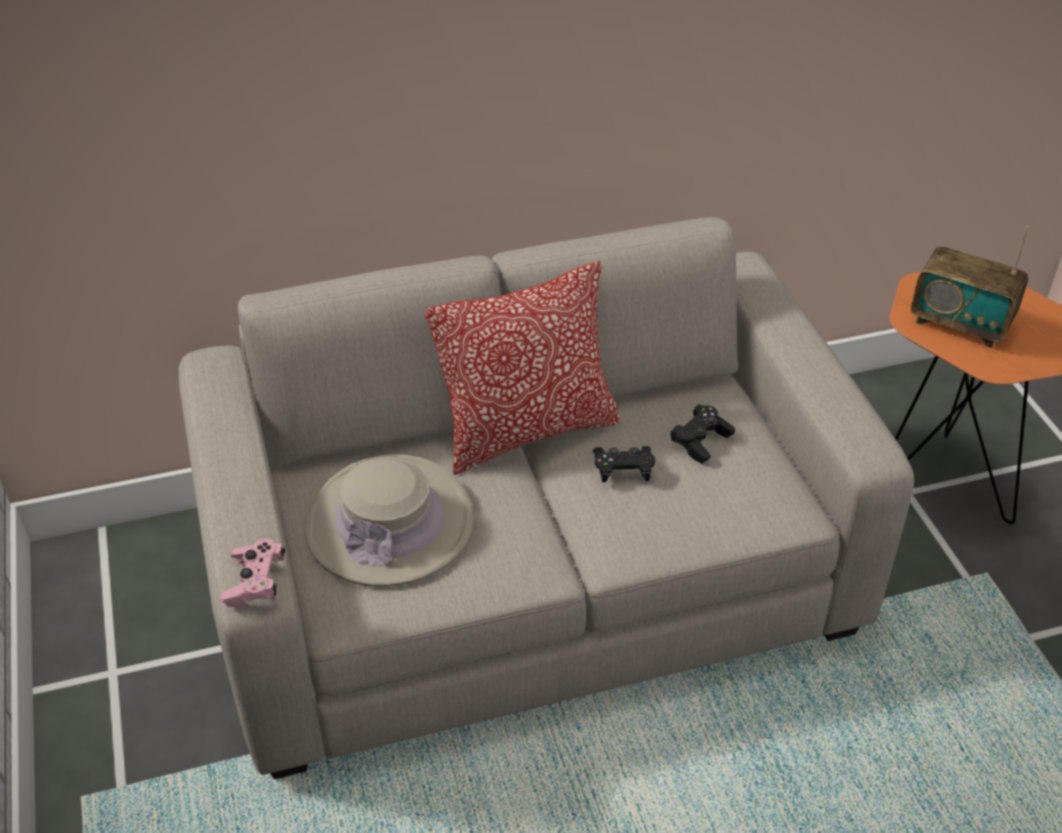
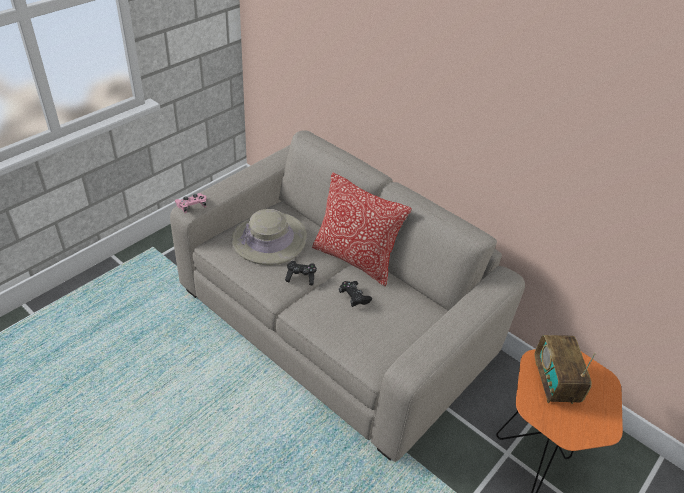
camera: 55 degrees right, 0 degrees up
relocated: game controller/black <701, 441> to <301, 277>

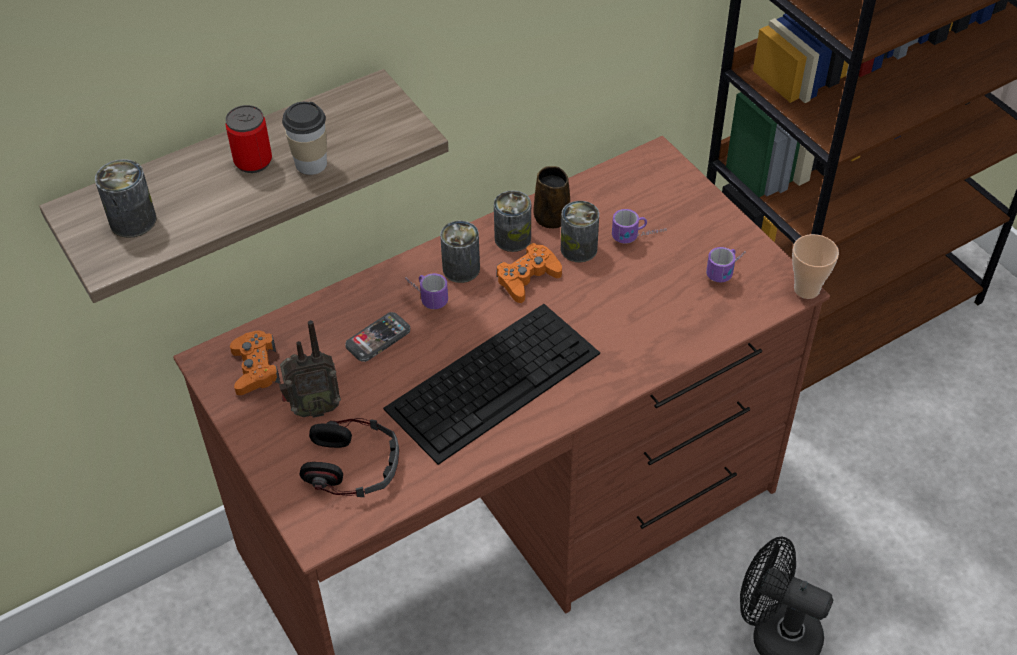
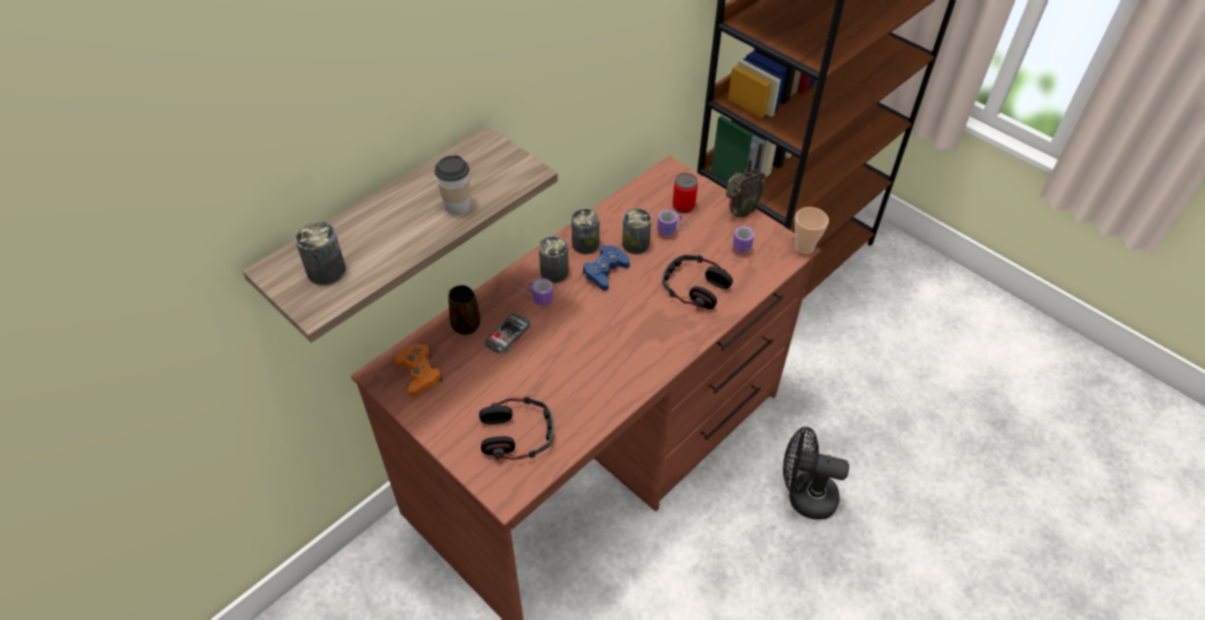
camera: 15 degrees left, 0 degrees up
missing: PC keyboard <494, 379>
appeared: headset <694, 287>
relocated: can <253, 161> to <683, 206>; coffee mug/brown-coloured <550, 216> to <465, 323>; radio receiver <313, 408> to <739, 212>
colour: game controller/orange-coloured <527, 278> to game controller/blue-coloured <605, 271>

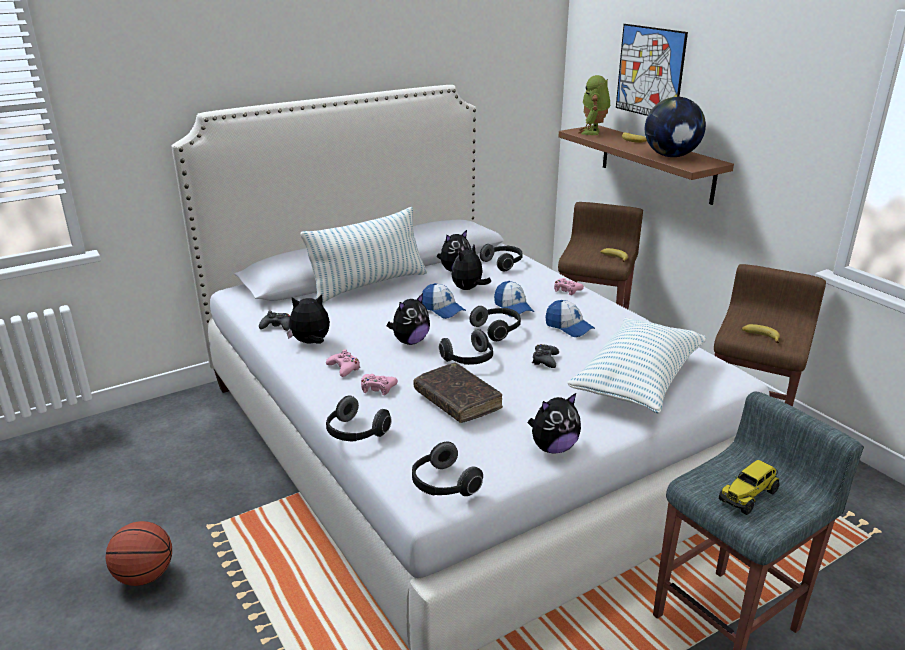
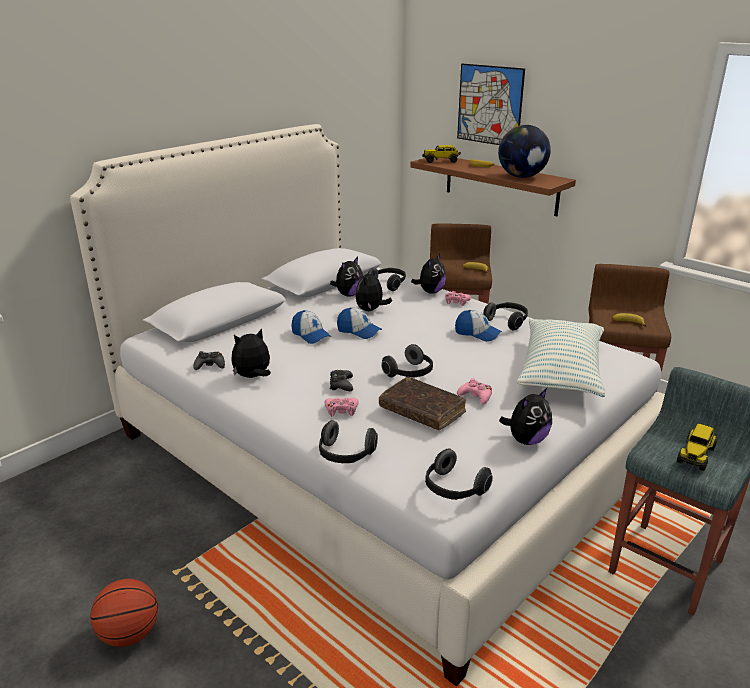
camera: 15 degrees left, 0 degrees up
missing: throw pillow <369, 285>
relocated: cap <513, 308> to <311, 335>; soft toy <410, 341> to <430, 292>; headset <497, 330> to <507, 321>; game controller/black <545, 360> to <341, 385>; game controller/pink <344, 368> to <476, 396>
exchanged: toy robot <593, 132> to model truck <441, 161>

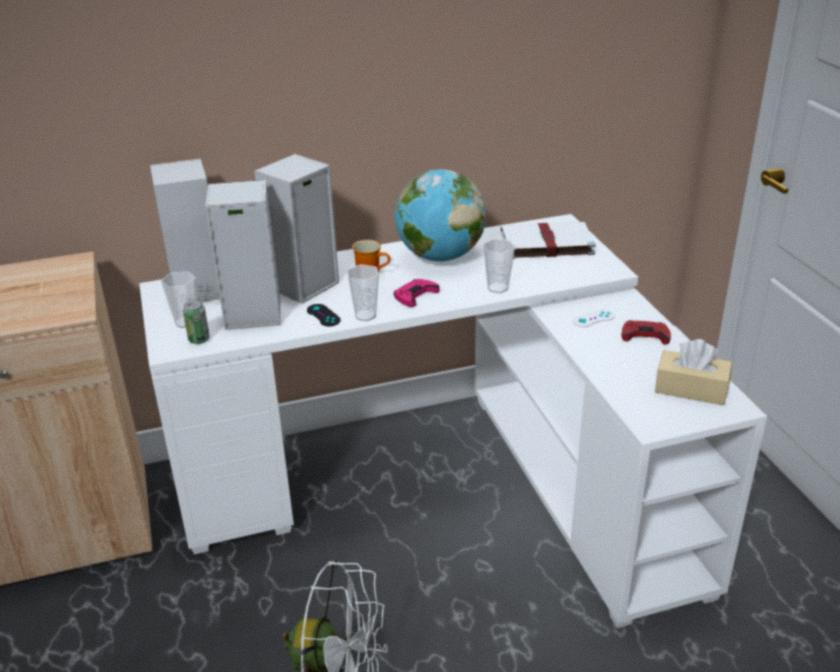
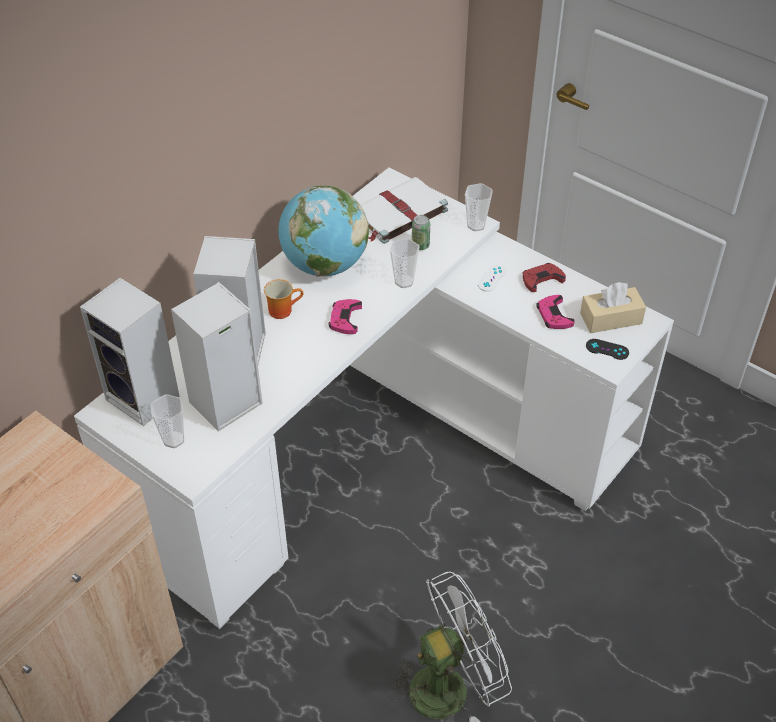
camera: 35 degrees left, 15 degrees up
appeared: game controller/pink <554, 315>
relocated: cup <365, 315> to <476, 225>; can <199, 339> to <420, 245>; game controller/black <323, 315> to <607, 349>

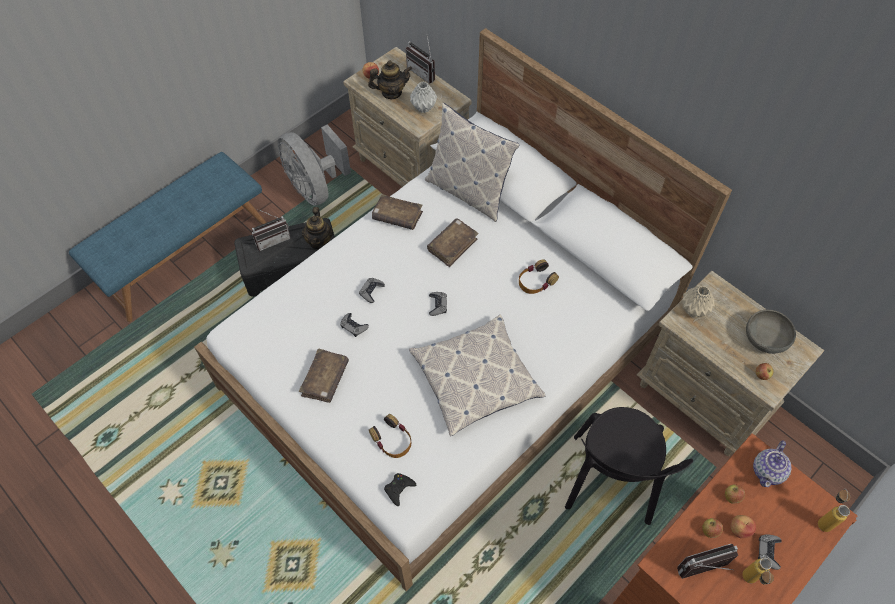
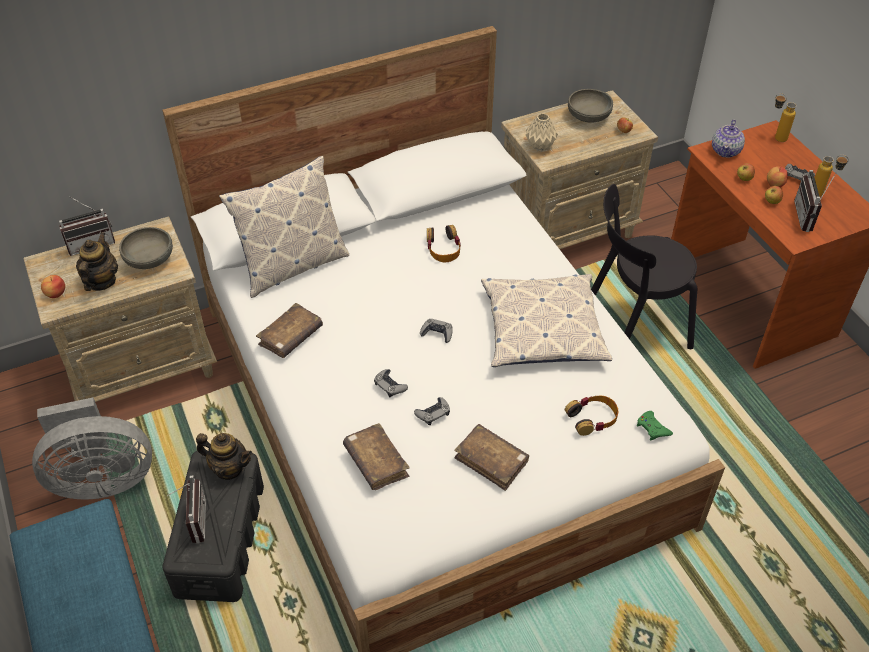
camera: 70 degrees left, 10 degrees down
relocated: volume/brown-coloured <452, 245> to <376, 462>
exchanged: decorative vase/grey <423, 107> to bowl/grey <149, 259>
colour: game controller/black <399, 489> to game controller/green <652, 428>
spun: plain chair/black <610, 484> = <632, 326> 135 degrees clockwise; teapot <768, 471> = <726, 150> 60 degrees clockwise

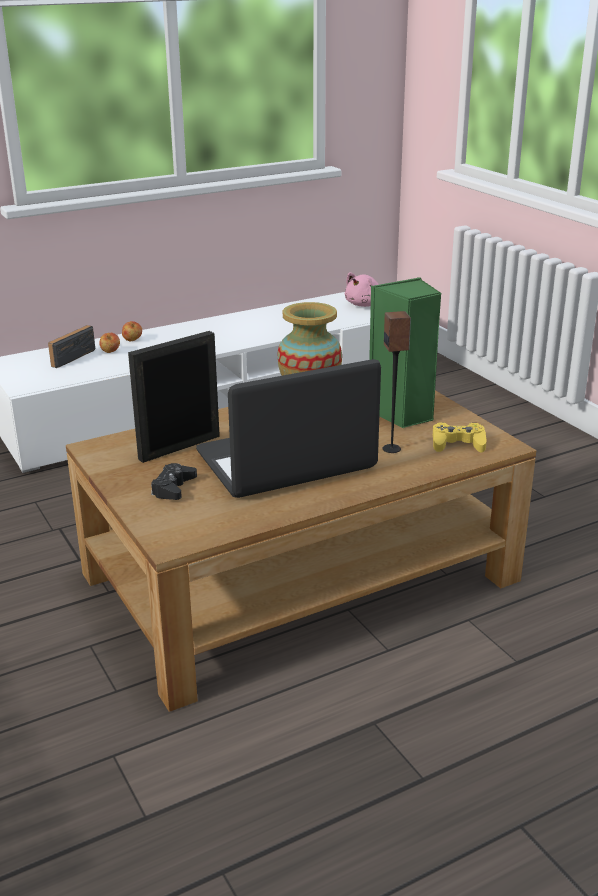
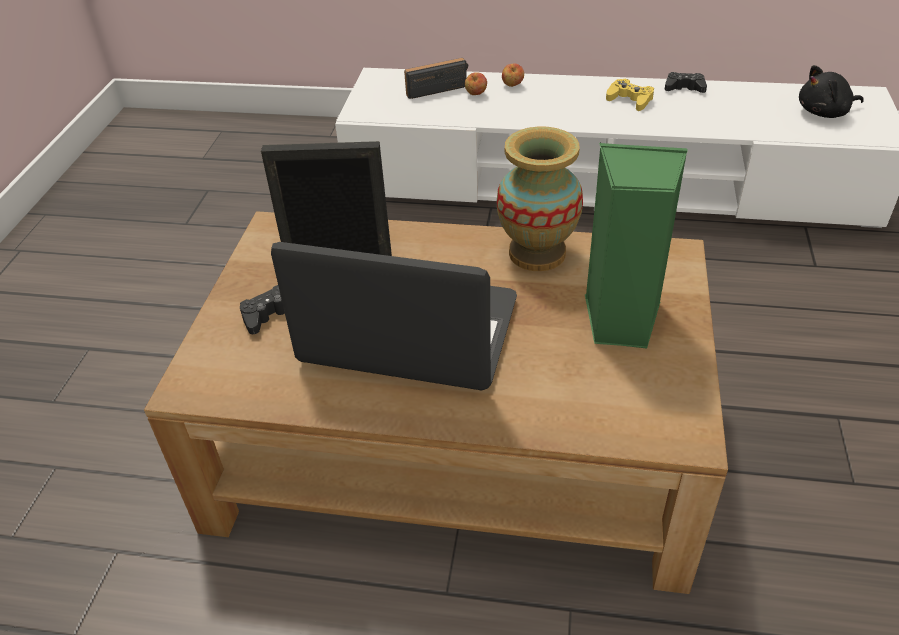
camera: 40 degrees right, 15 degrees up
missing: speaker <392, 449>
appeared: game controller/black <684, 88>
relocated: game controller/yellowish <458, 444> to <630, 100>
colour: soft toy/pink <365, 305> to soft toy/black <825, 113>

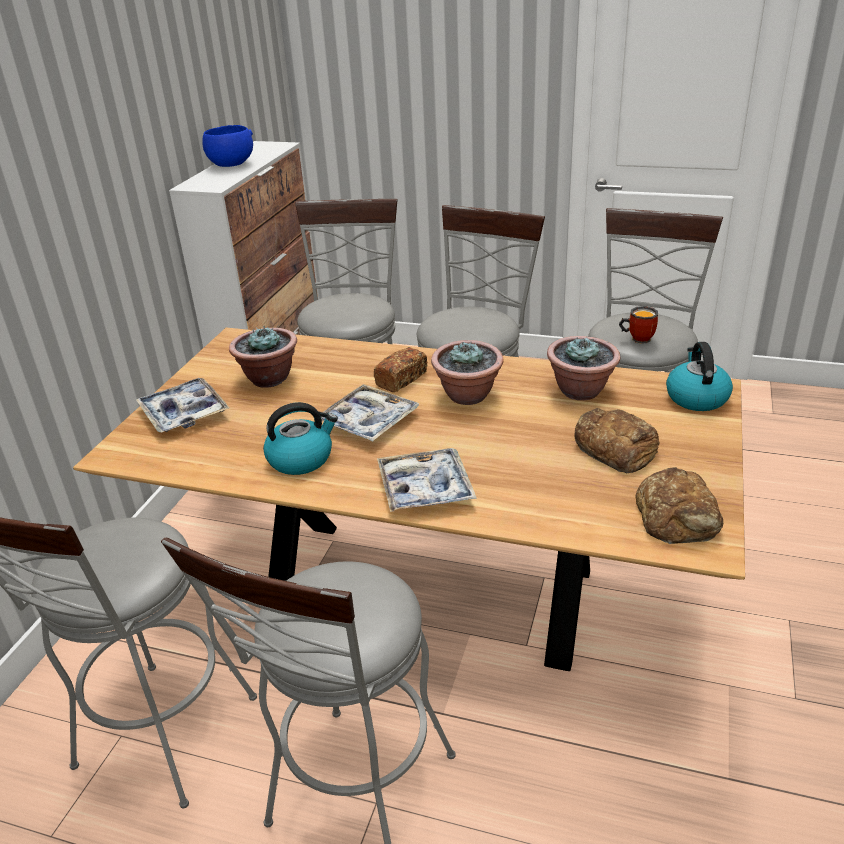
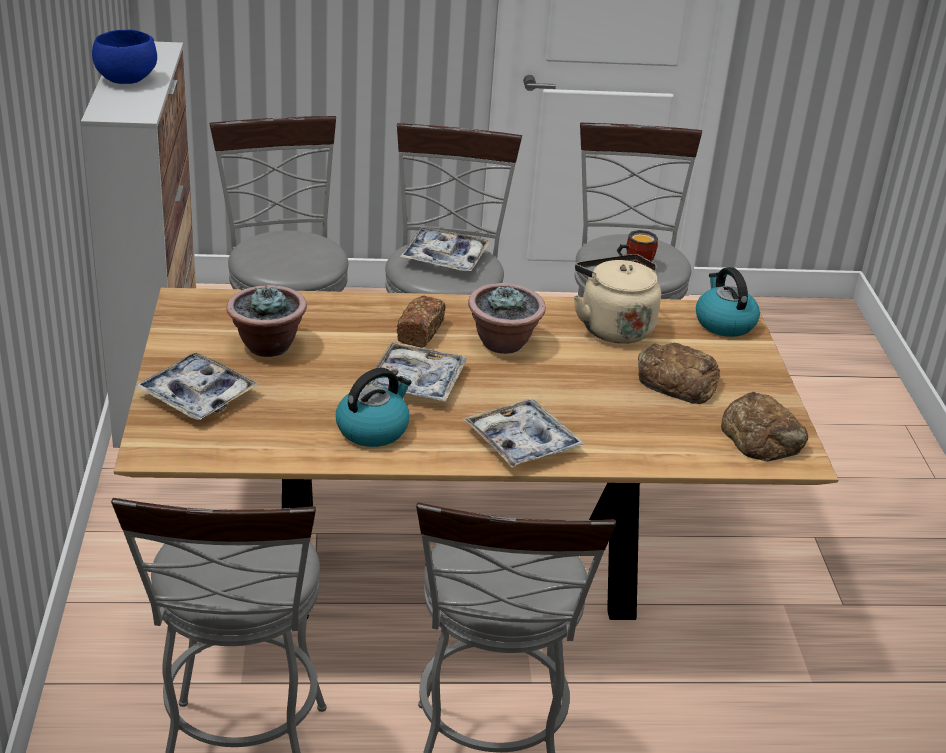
camera: 25 degrees left, 0 degrees up
appeared: tray <444, 258>
exchanged: potted plant <581, 391> to kettle/sand-coloured <613, 327>

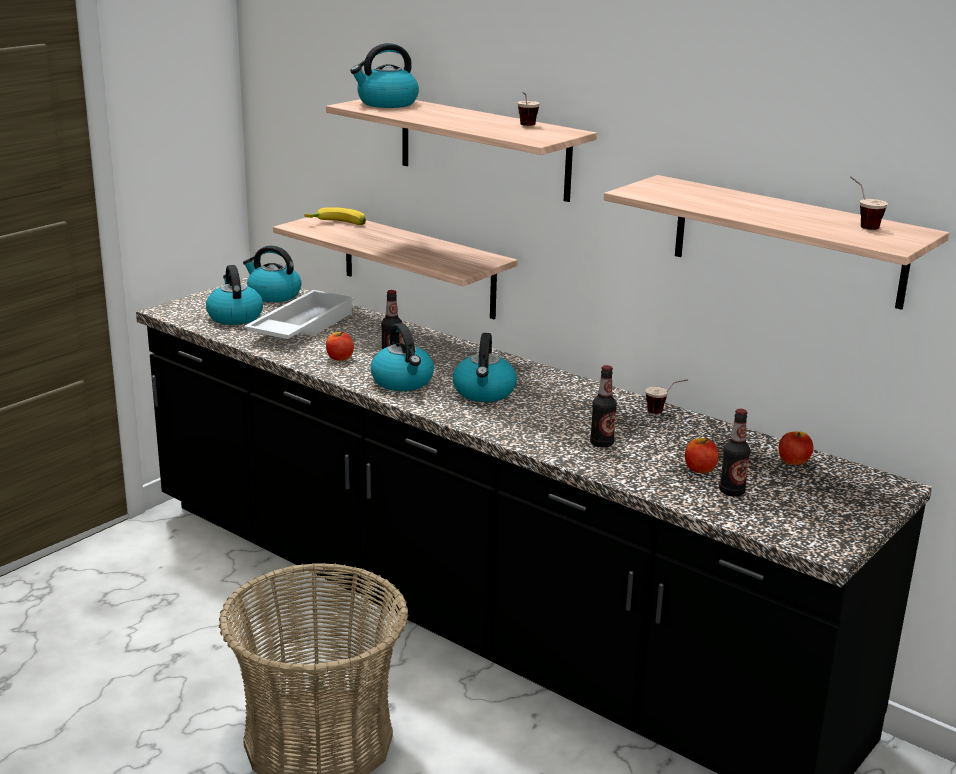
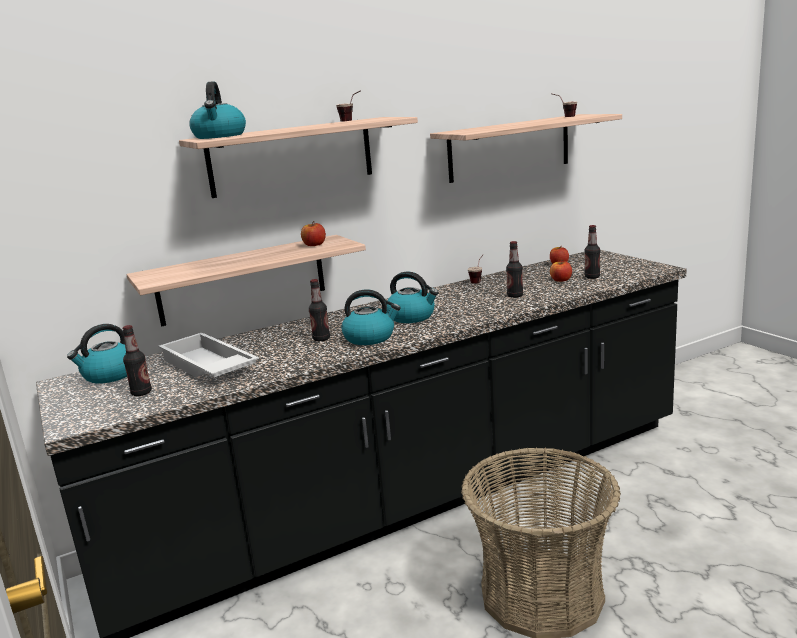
camera: 65 degrees left, 5 degrees down
missing: banana <337, 224>
relocated: apple <340, 358> to <314, 245>
exchanged: kettle <234, 317> to drink bottle <141, 393>

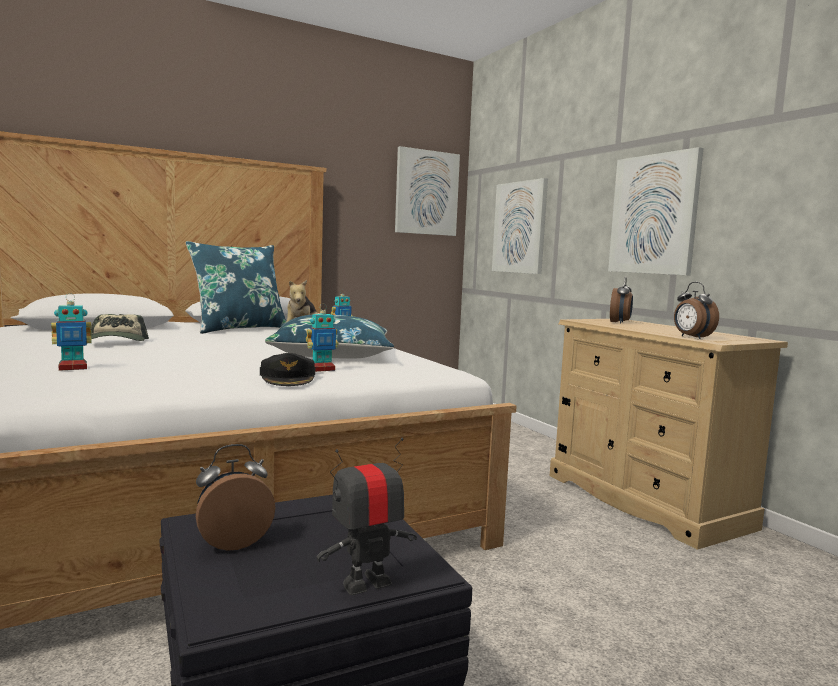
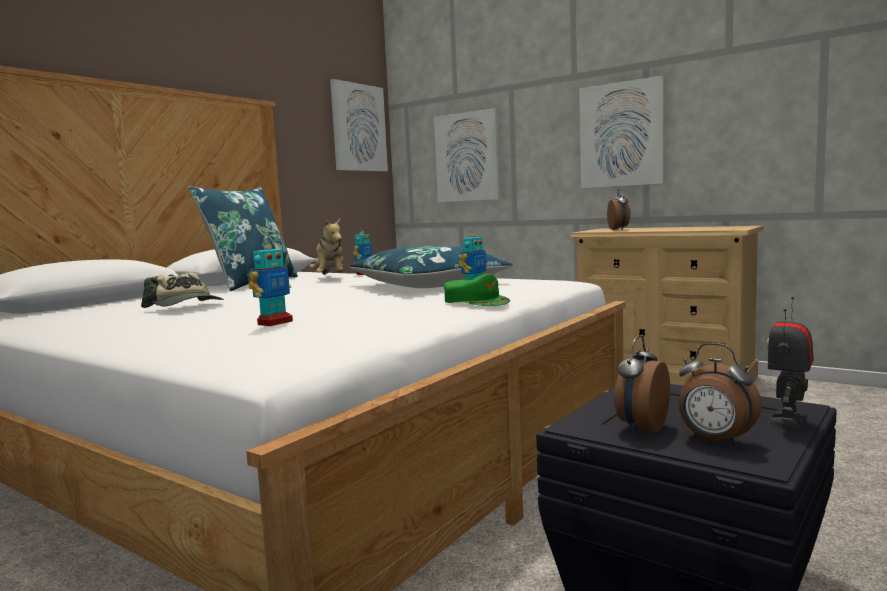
camera: 25 degrees left, 0 degrees up
relocated: alarm clock <691, 337> to <715, 441>
colour: cap/black <288, 378> to cap/green <476, 301>

